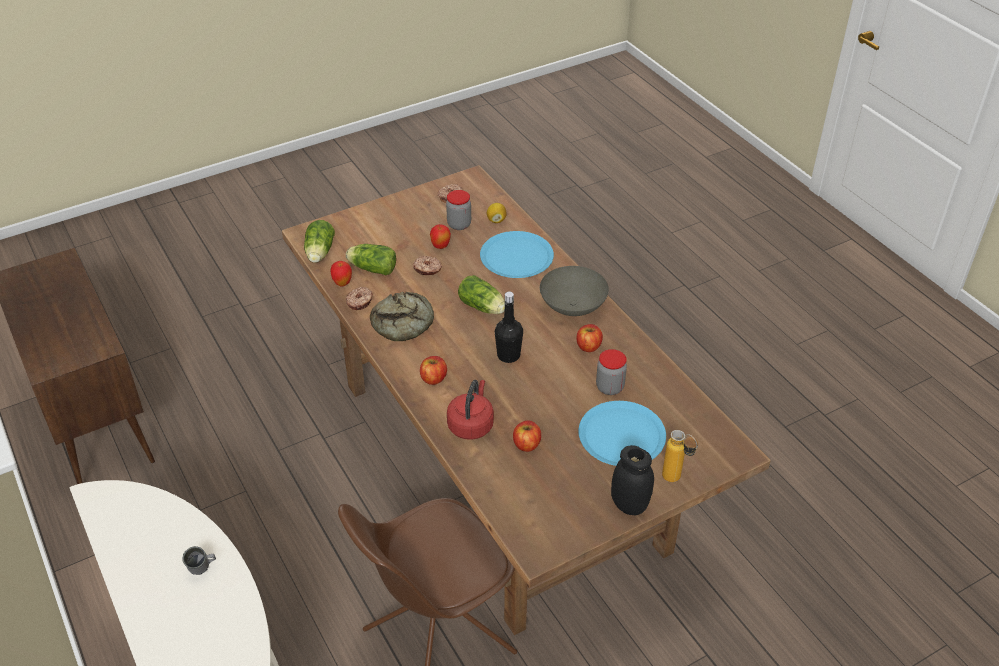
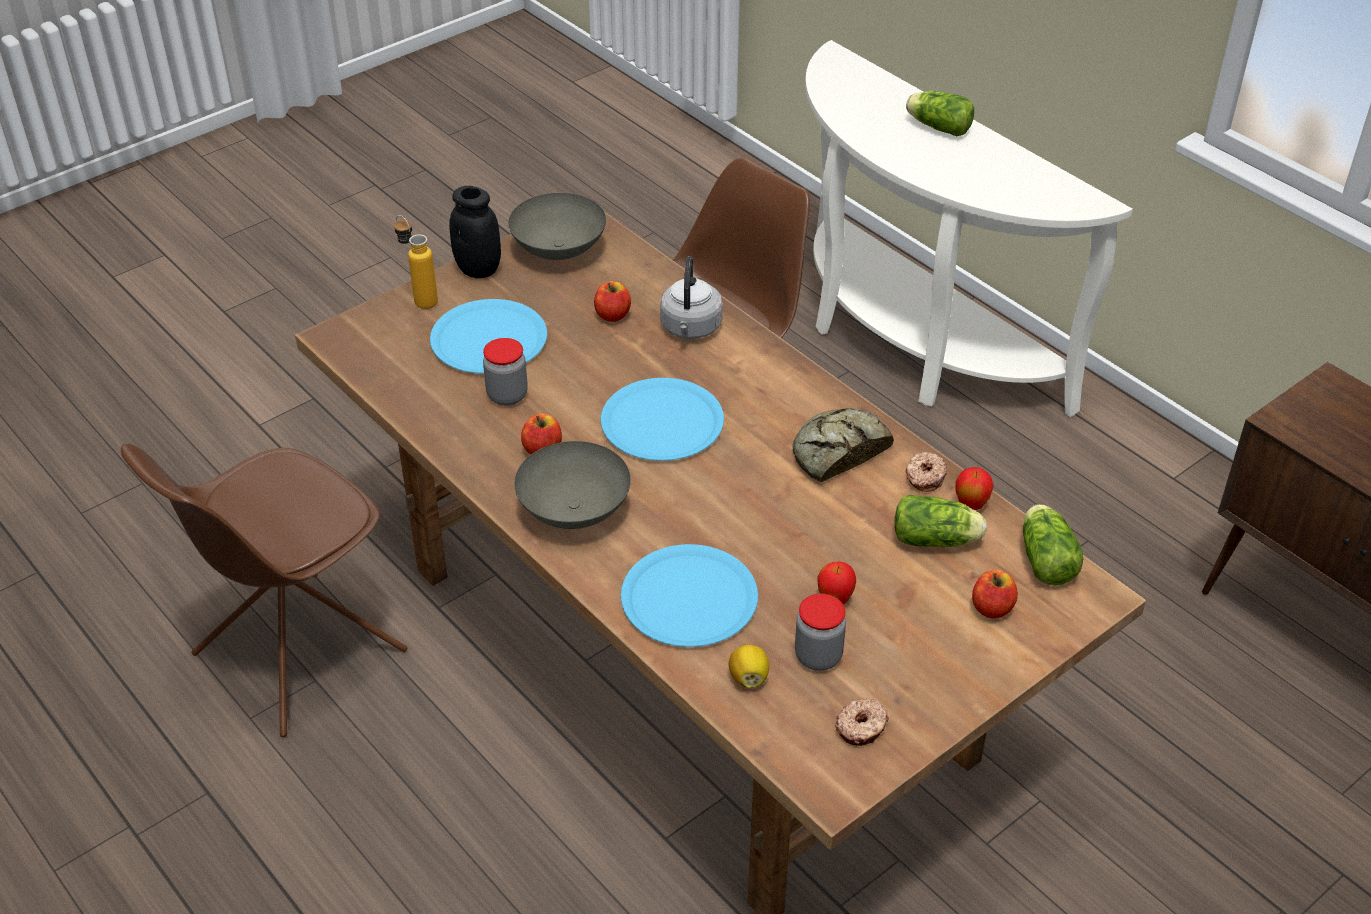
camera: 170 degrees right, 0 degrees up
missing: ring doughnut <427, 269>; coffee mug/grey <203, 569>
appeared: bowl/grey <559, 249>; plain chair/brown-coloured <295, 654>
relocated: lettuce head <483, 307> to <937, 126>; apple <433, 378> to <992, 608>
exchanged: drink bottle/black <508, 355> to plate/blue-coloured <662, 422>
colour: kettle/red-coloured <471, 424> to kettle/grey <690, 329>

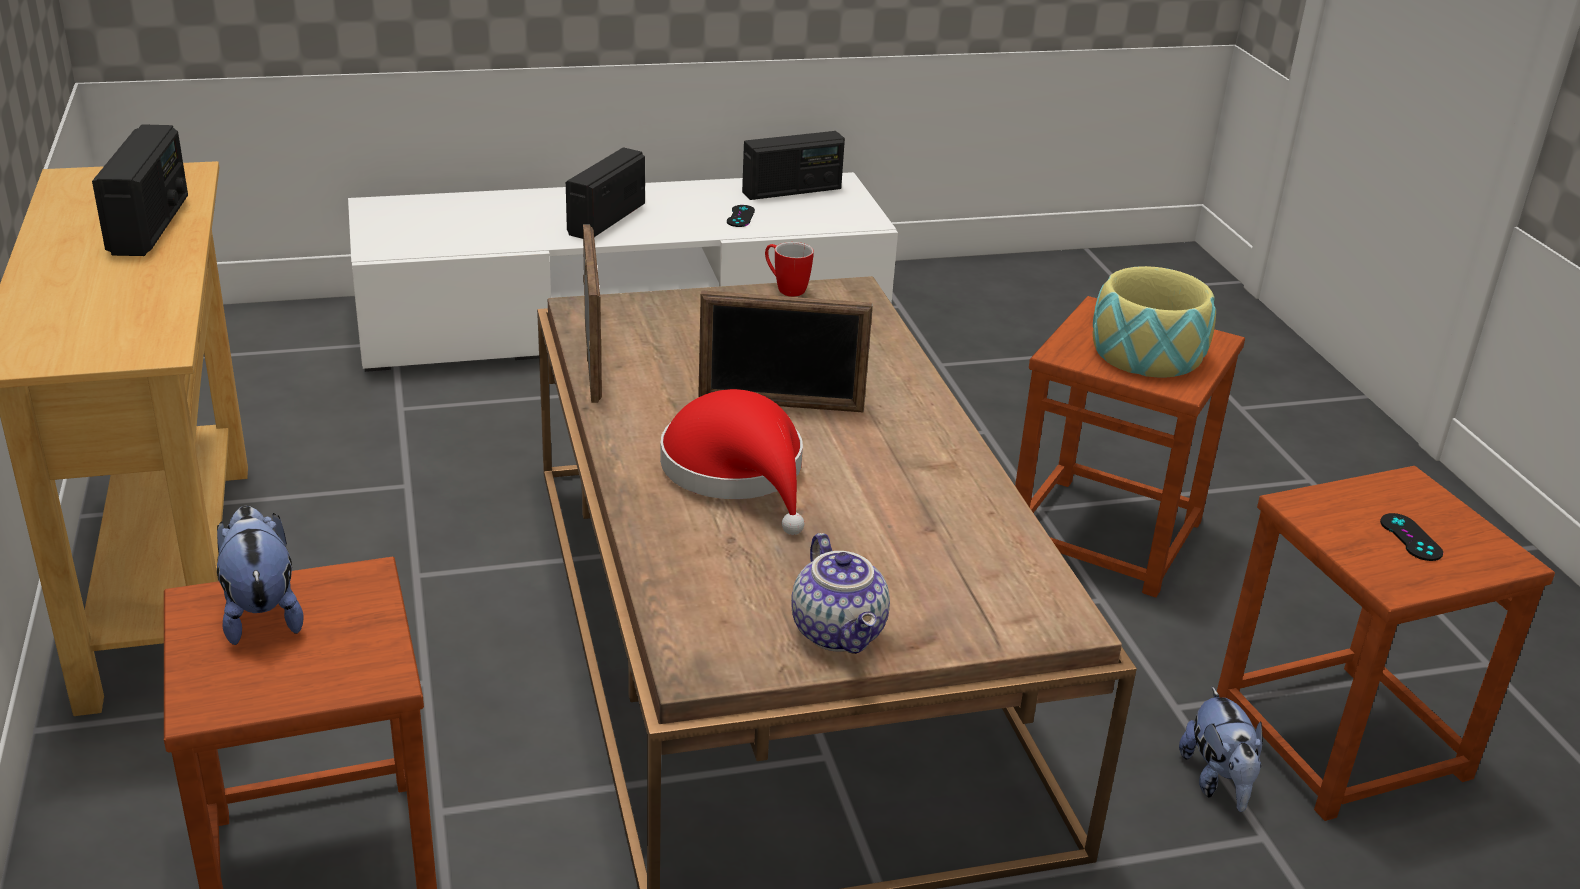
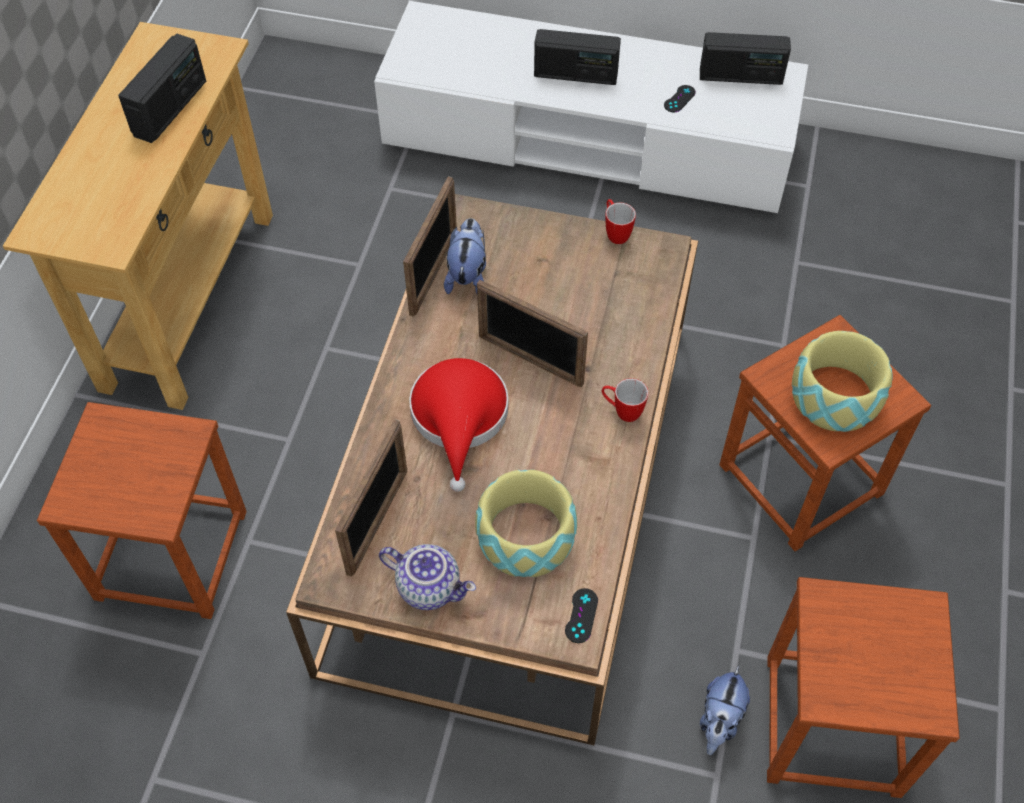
camera: 30 degrees right, 25 degrees up
appeared: coffee mug <622, 411>; picture frame <378, 521>; bowl <527, 537>
relocated: soft toy <261, 613> to <467, 275>; game controller/black <1410, 537> to <581, 615>
spun: radio receiver <605, 219> = <575, 75> 135 degrees counterclockwise; teapot <840, 632> = <430, 586> 75 degrees counterclockwise

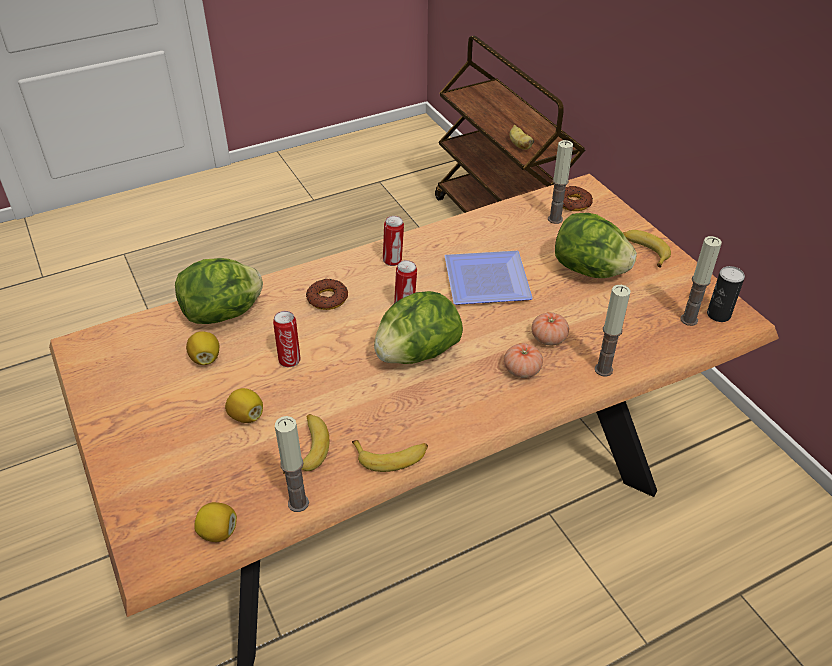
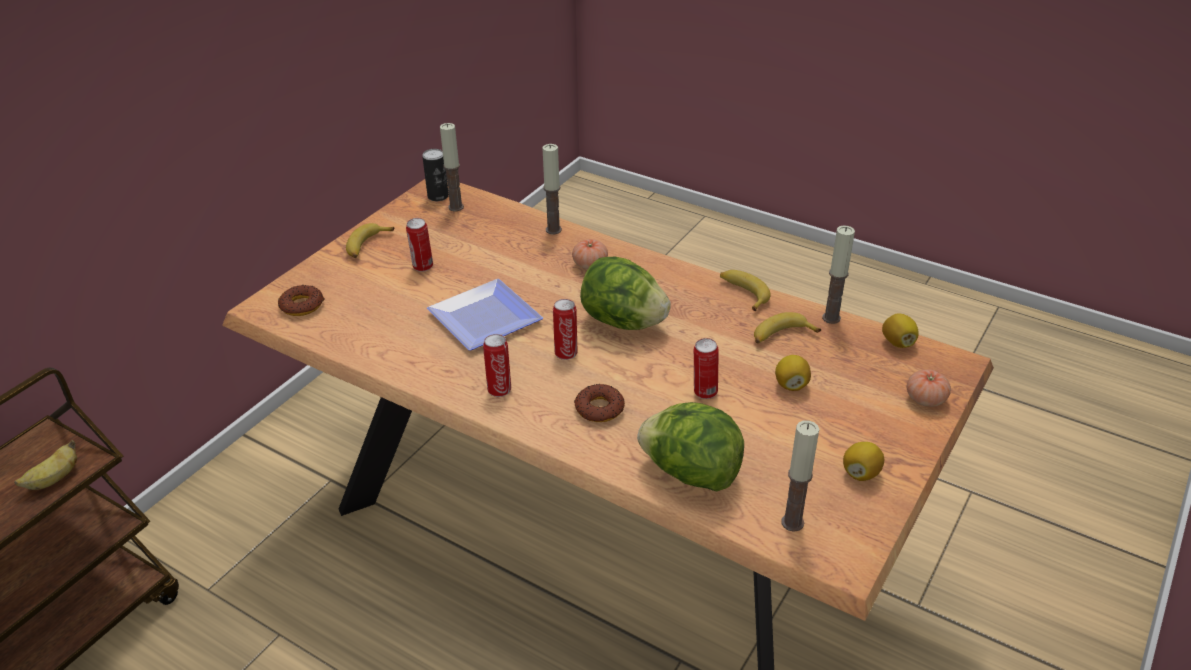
camera: 120 degrees left, 5 degrees down
relocated: candle <555, 219> to <792, 522>; fresh tomato <548, 338> to <925, 399>; whole lemon <205, 358> to <860, 473>
exchanged: lettuce head <589, 271> to can <422, 267>

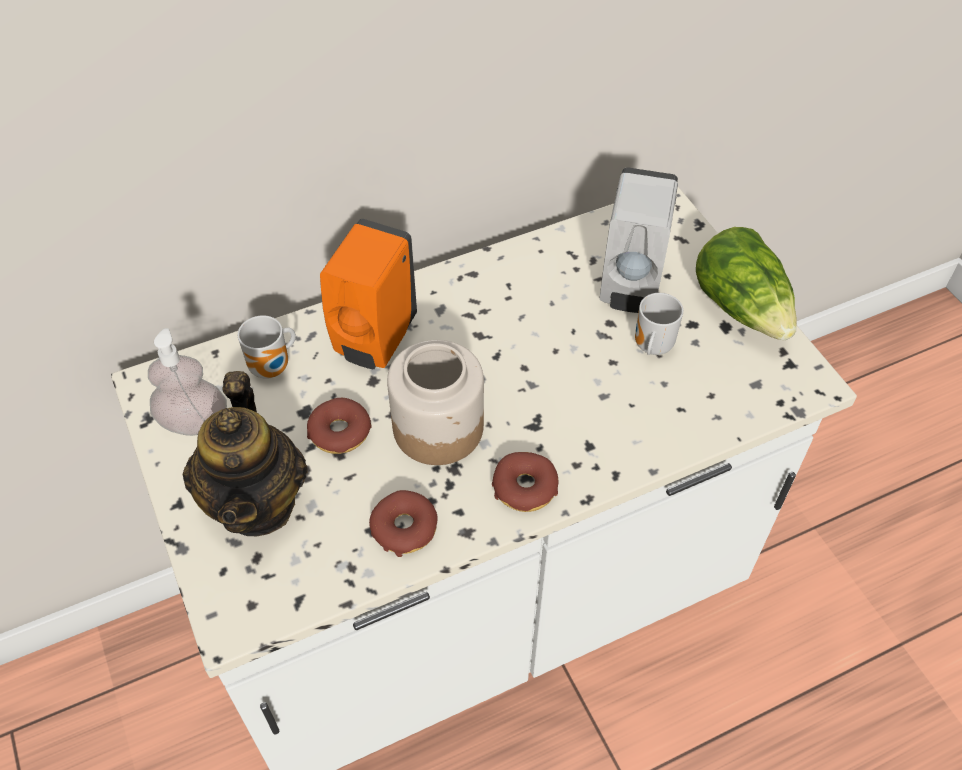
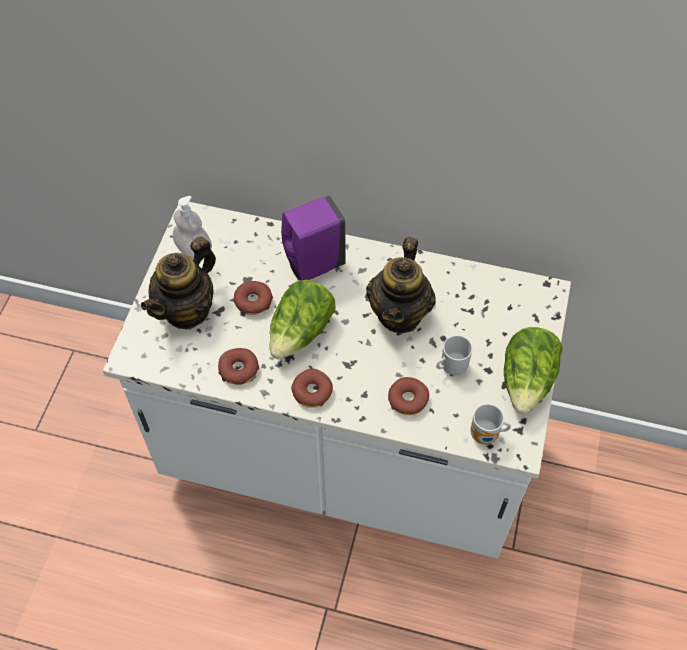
camera: 40 degrees right, 5 degrees up
missing: soap dispenser/white-coloured <630, 288>
appeared: teapot <400, 313>; ring doughnut <407, 399>
relocated: coffee mug <273, 368> to <486, 436>
exchanged: preserve jar <439, 427> to lettuce head <301, 332>
colour: soap dispenser/orange-coloured <374, 341> to soap dispenser/purple <312, 265>

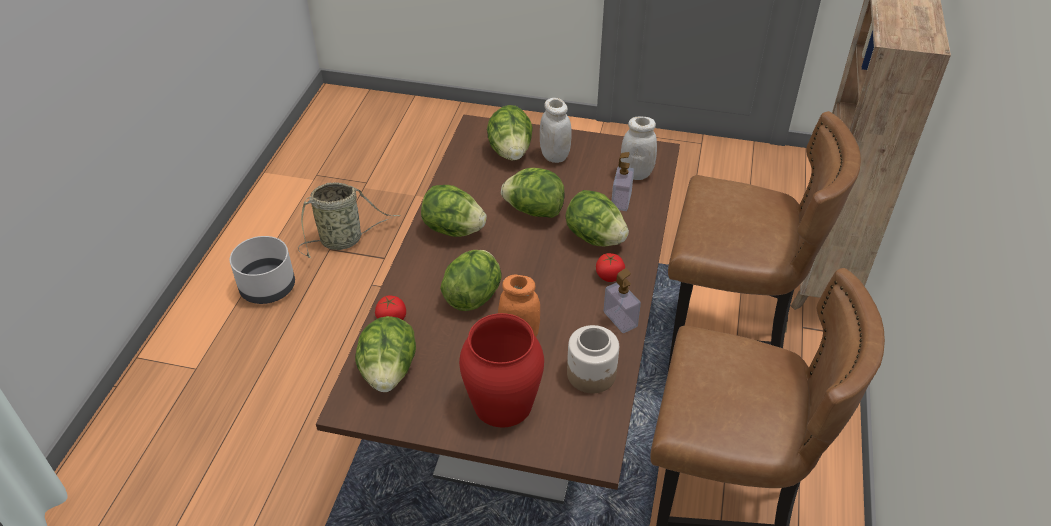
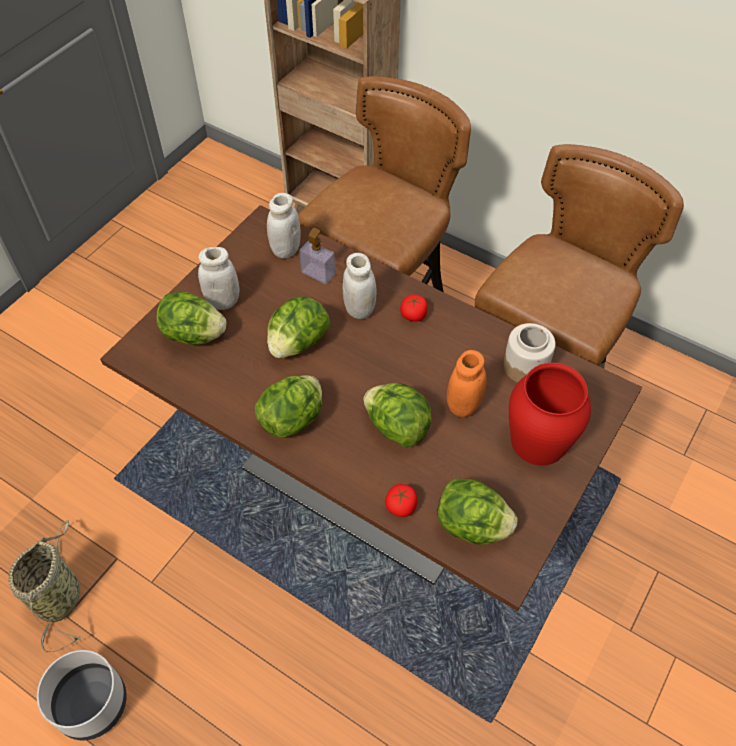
camera: 70 degrees left, 10 degrees up
missing: soap dispenser <620, 319>
exchanged: lettuce head <595, 238> to preserve jar/white-coloured <359, 309>

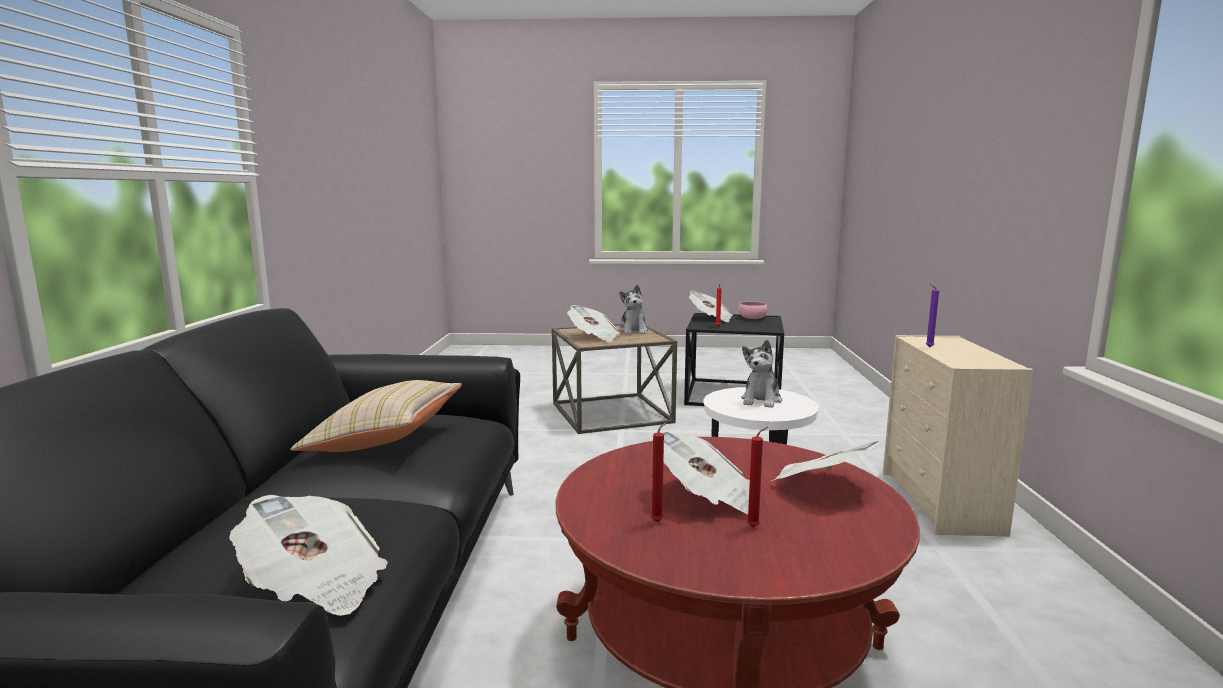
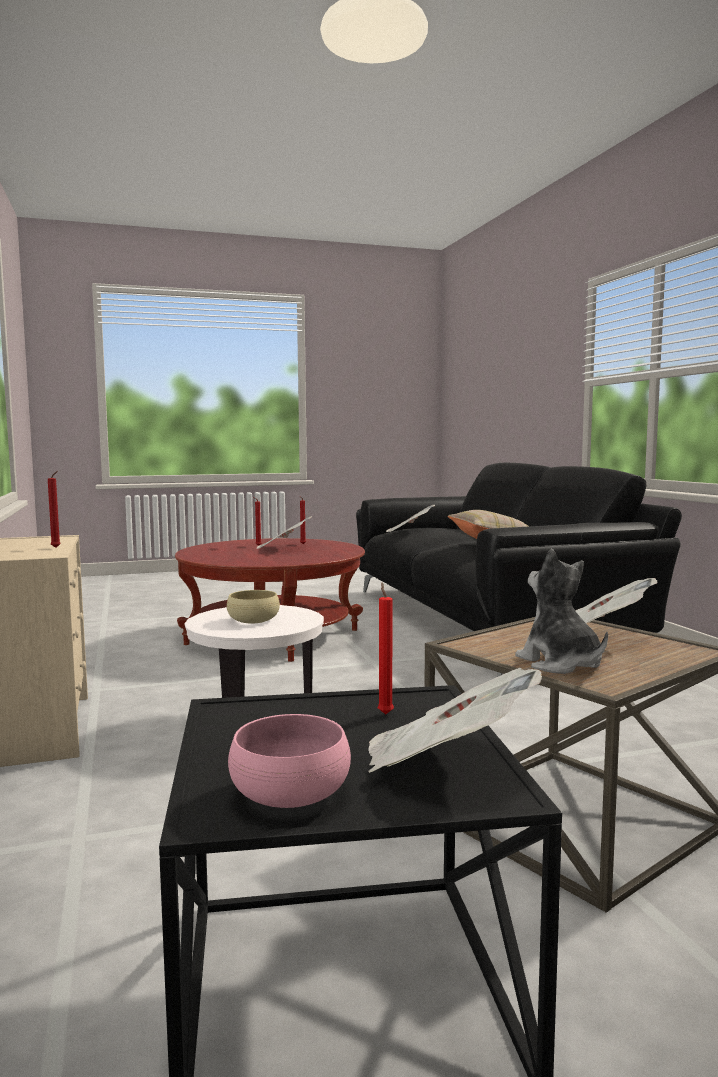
camera: 160 degrees right, 5 degrees down
missing: daily paper <821, 486>
exchanged: soft toy <761, 400> to bowl/sand-coloured <253, 620>
colour: candle/purple <928, 347> to candle/red-coloured <57, 548>

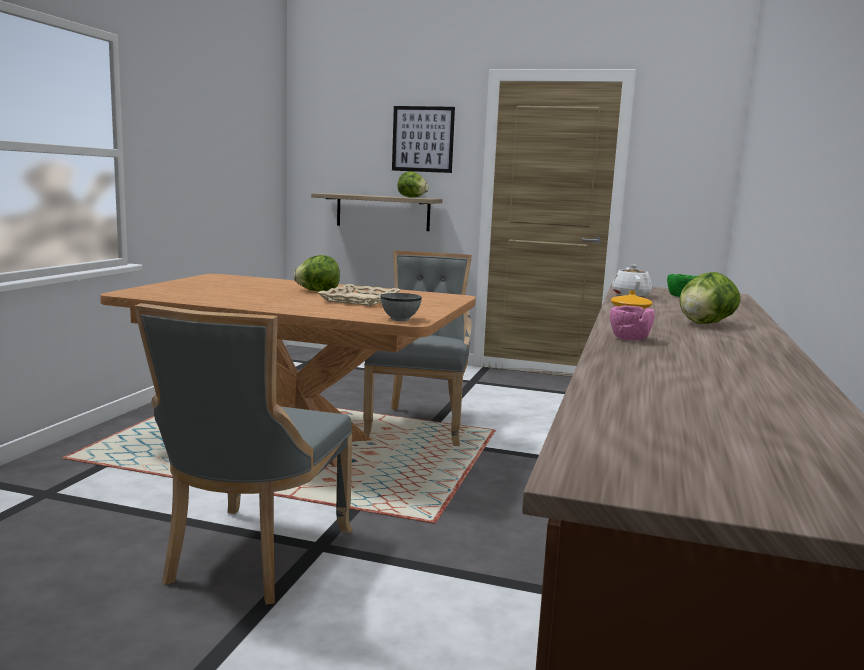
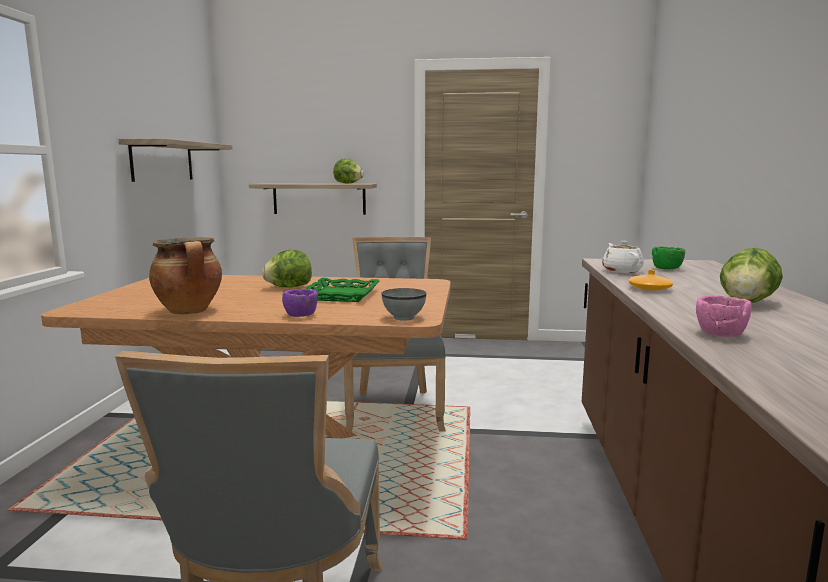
camera: 10 degrees left, 0 degrees up
missing: picture <423, 139>
appeared: bracket shelf <162, 161>; cooking pot <190, 311>; bowl/purple <301, 315>
colour: tray/sand-coloured <359, 300> to tray/green <340, 295>

